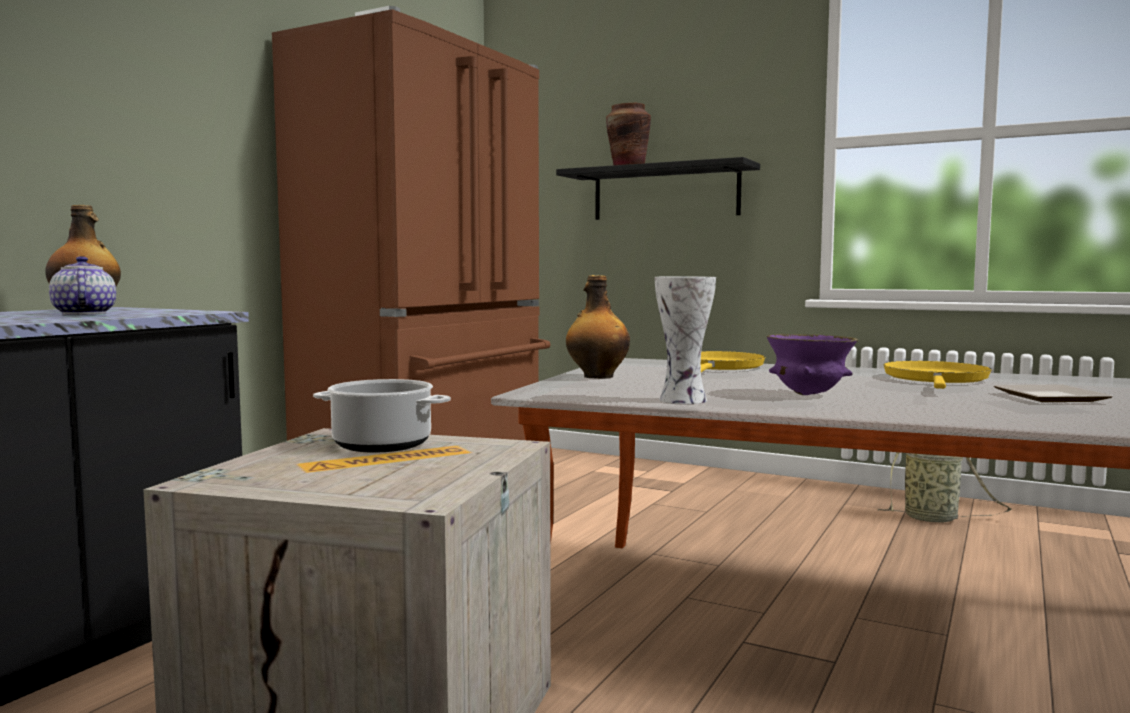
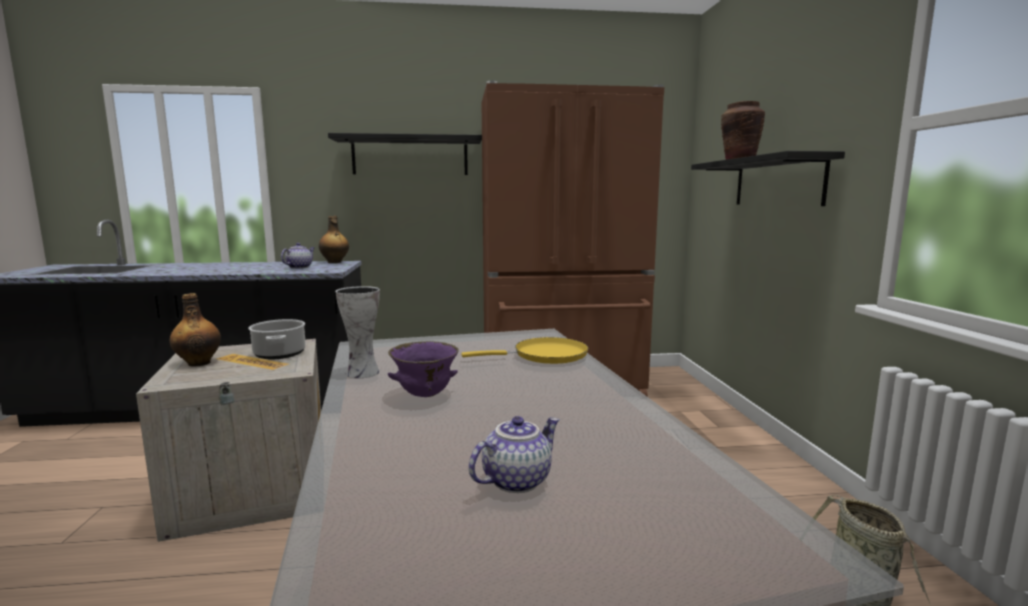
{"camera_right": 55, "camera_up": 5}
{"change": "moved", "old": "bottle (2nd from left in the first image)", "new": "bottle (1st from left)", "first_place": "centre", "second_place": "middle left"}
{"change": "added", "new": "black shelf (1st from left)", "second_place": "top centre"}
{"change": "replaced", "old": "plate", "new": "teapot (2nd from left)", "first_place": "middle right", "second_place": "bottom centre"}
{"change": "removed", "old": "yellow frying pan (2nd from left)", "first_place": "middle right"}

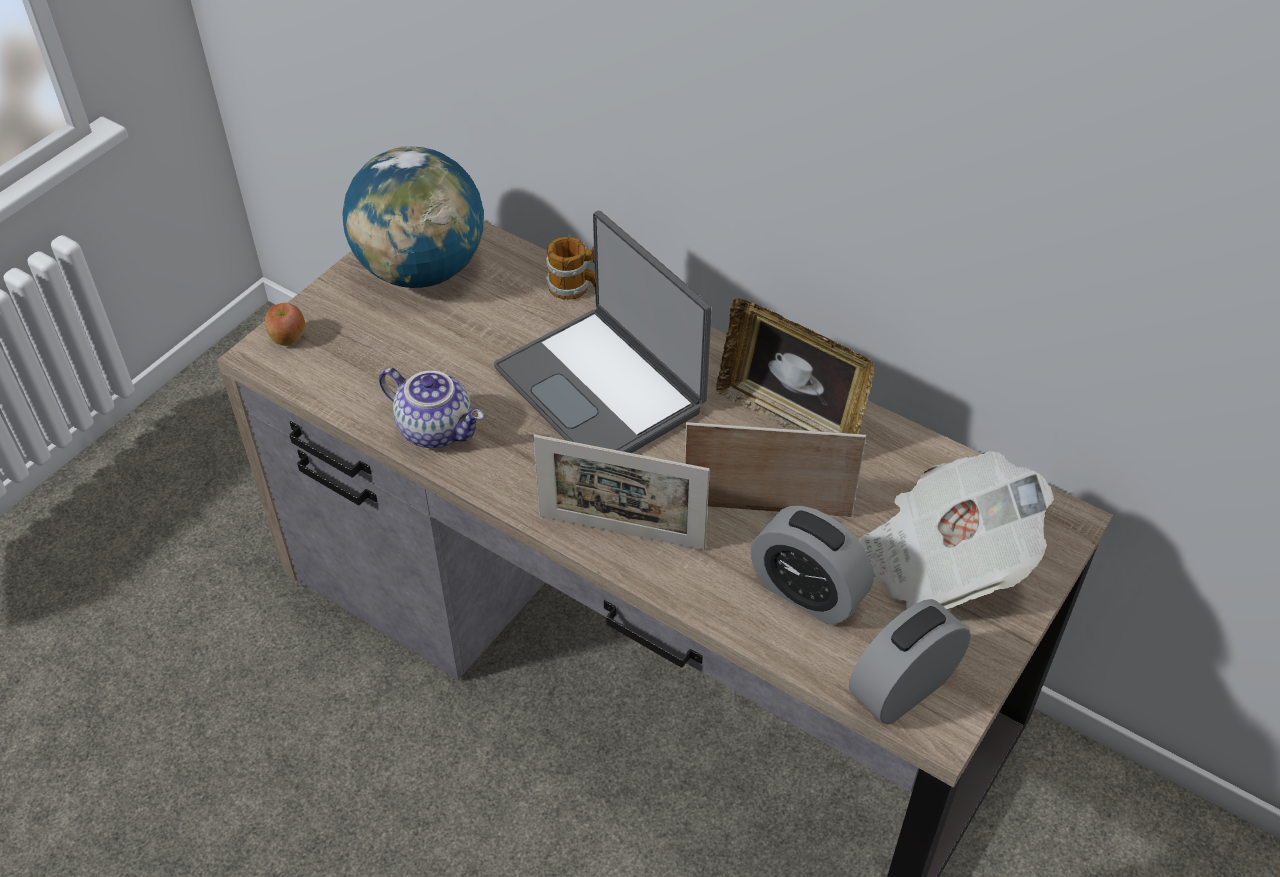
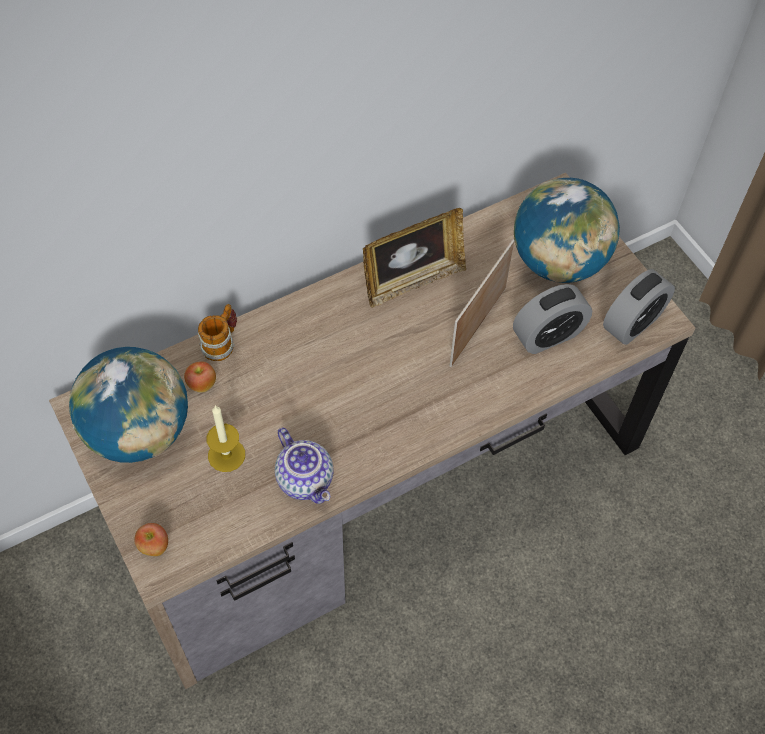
{"camera_right": -65, "camera_up": 10}
{"change": "added", "new": "apple (2nd from left)", "second_place": "middle left"}
{"change": "added", "new": "candle", "second_place": "middle left"}
{"change": "turned", "old": "teapot", "first_place": "centre", "second_place": "centre", "degrees": 90}
{"change": "replaced", "old": "newspaper", "new": "globe (2nd from left)", "first_place": "middle right", "second_place": "top right"}
{"change": "turned", "old": "alarm clock (2nd from left)", "first_place": "bottom right", "second_place": "middle right", "degrees": -120}
{"change": "removed", "old": "laptop", "first_place": "centre"}
{"change": "removed", "old": "picture frame (1st from left)", "first_place": "centre"}

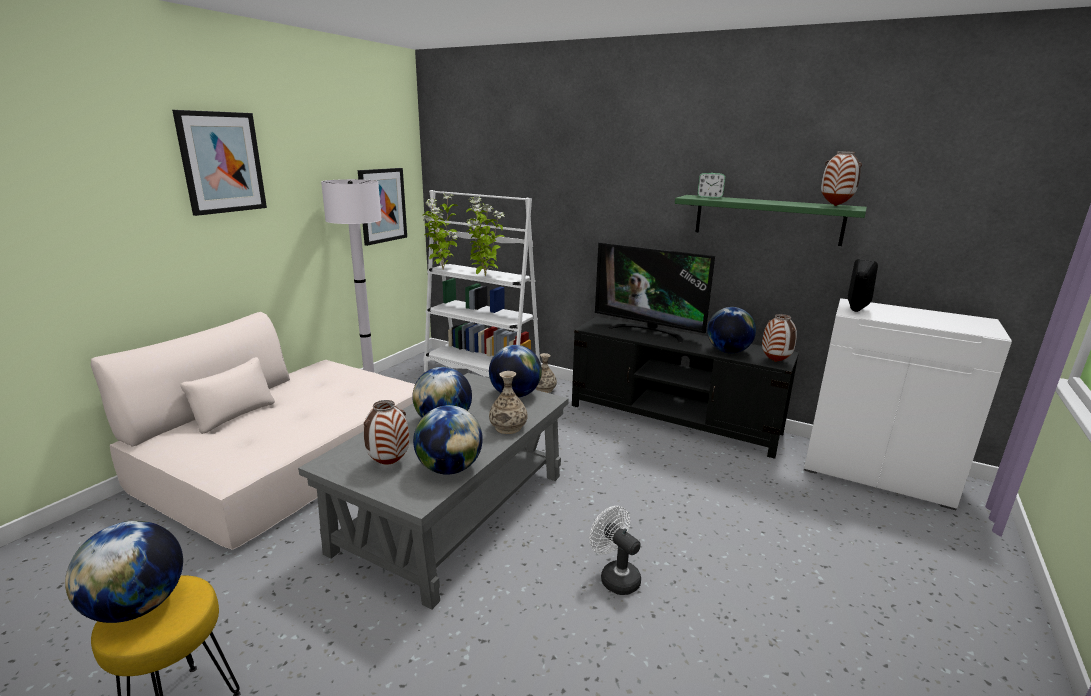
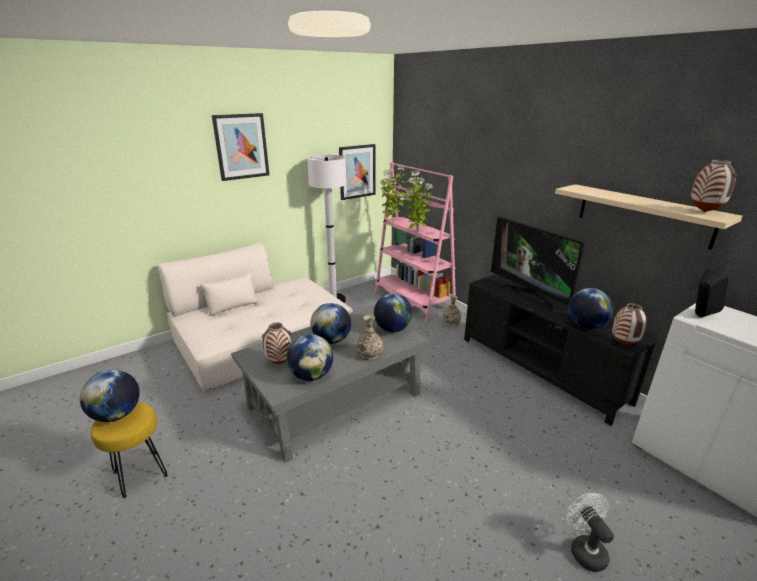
{"camera_right": 25, "camera_up": 5}
{"change": "recoloured", "old": "white bookcase", "new": "pink bookcase", "first_place": "centre", "second_place": "centre"}
{"change": "recoloured", "old": "green shelf", "new": "beige shelf", "first_place": "top right", "second_place": "middle right"}
{"change": "moved", "old": "white fan", "first_place": "bottom centre", "second_place": "bottom right"}
{"change": "removed", "old": "alarm clock", "first_place": "top centre"}

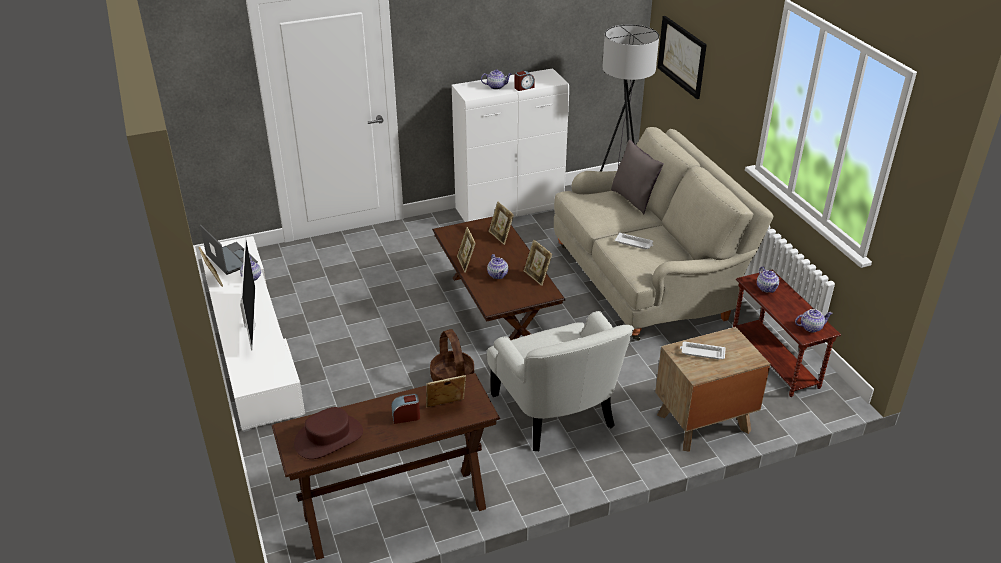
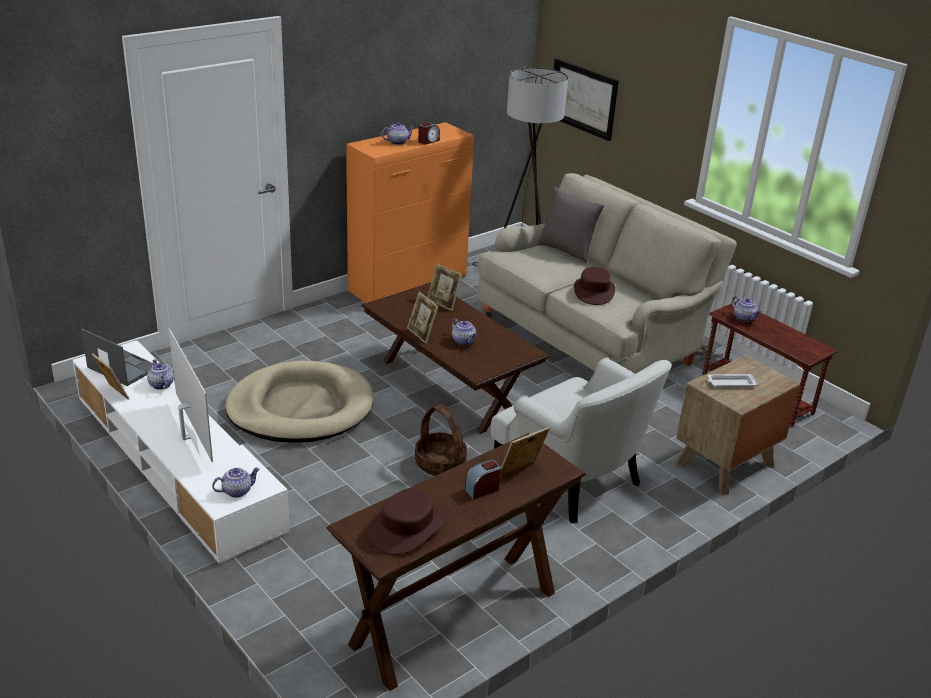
{"camera_right": -20, "camera_up": -5}
{"change": "moved", "old": "teapot (5th from left in the first image)", "new": "teapot (2nd from left)", "first_place": "middle right", "second_place": "bottom left"}
{"change": "added", "new": "beige dog bed", "second_place": "middle left"}
{"change": "recoloured", "old": "white cabinet", "new": "orange cabinet", "first_place": "top centre", "second_place": "top centre"}
{"change": "replaced", "old": "white tray (1st from left)", "new": "brown hat (2nd from left)", "first_place": "centre", "second_place": "centre"}
{"change": "removed", "old": "picture frame (5th from left)", "first_place": "centre"}

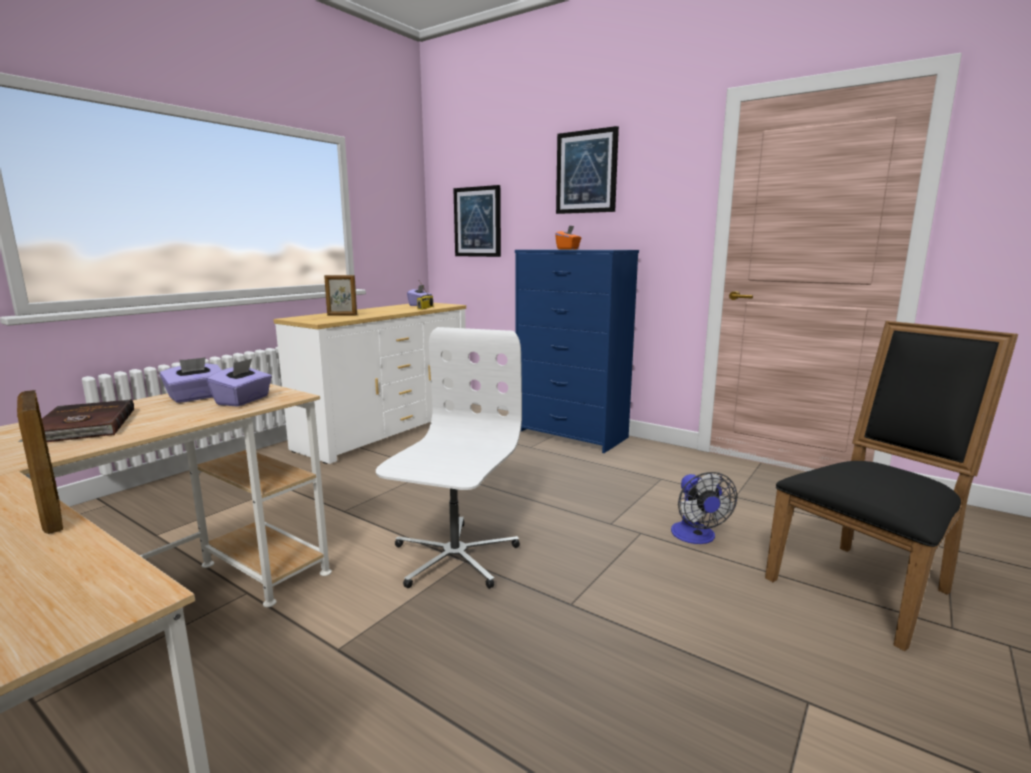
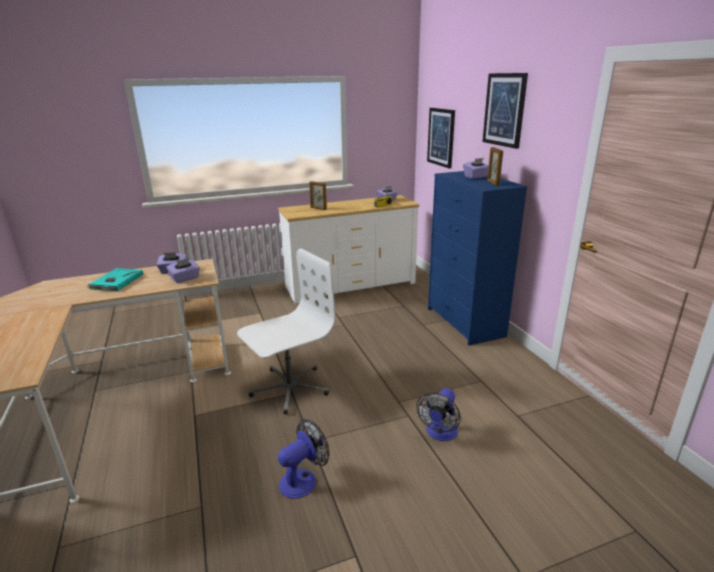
{"camera_right": 35, "camera_up": 10}
{"change": "recoloured", "old": "brown book", "new": "turquoise book", "first_place": "middle left", "second_place": "middle left"}
{"change": "added", "new": "fan (1st from left)", "second_place": "bottom centre"}
{"change": "recoloured", "old": "orange tissue box", "new": "purple tissue box (4th from left)", "first_place": "top centre", "second_place": "top centre"}
{"change": "moved", "old": "picture frame (1st from left in the first image)", "new": "picture frame (2nd from left)", "first_place": "middle left", "second_place": "top right"}
{"change": "removed", "old": "black chair", "first_place": "middle right"}

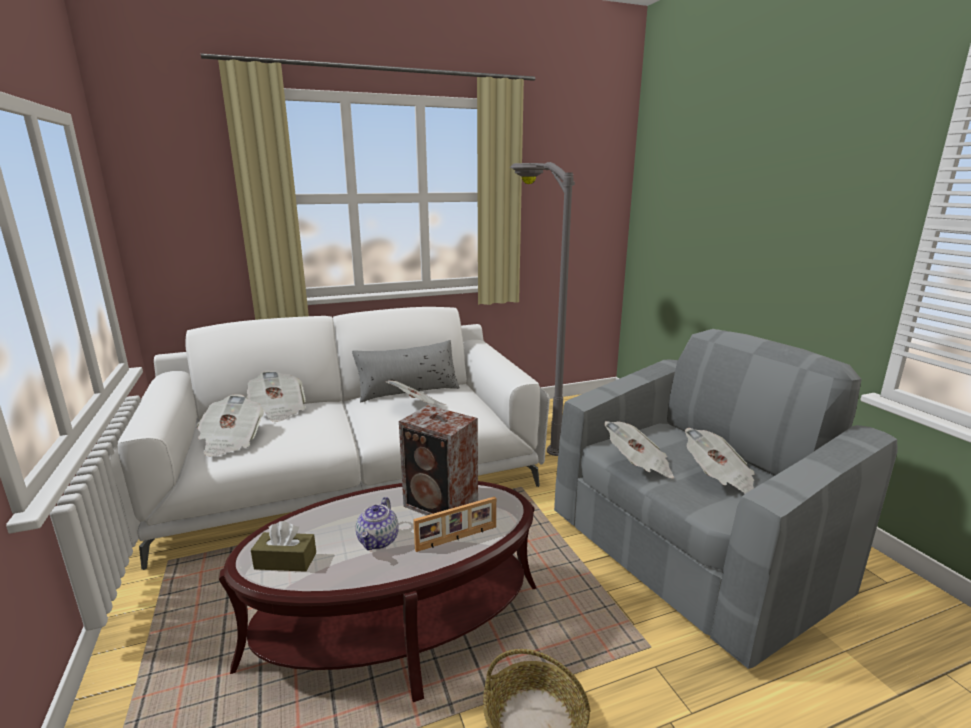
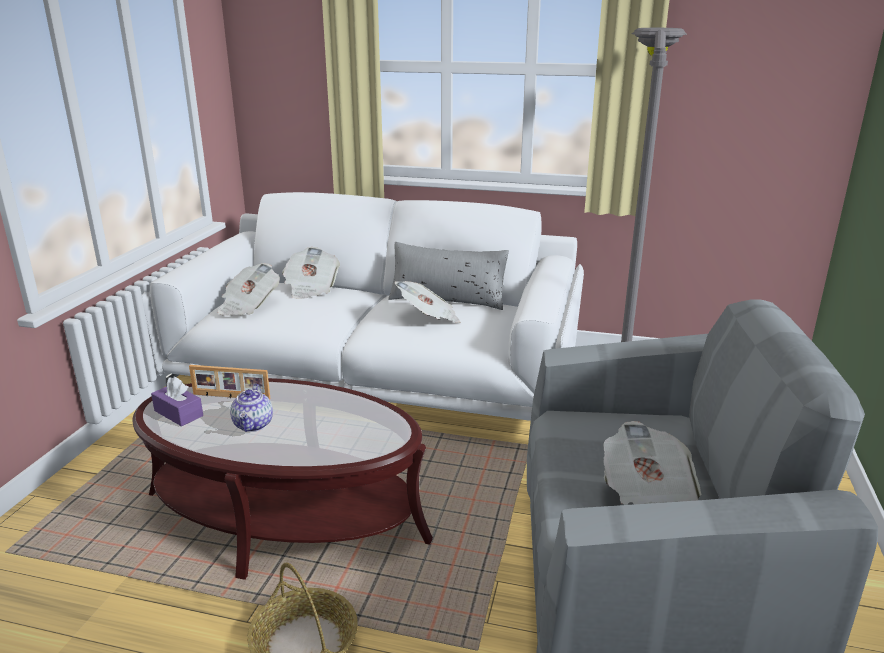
{"camera_right": 35, "camera_up": 5}
{"change": "recoloured", "old": "brown tissue box", "new": "purple tissue box", "first_place": "bottom left", "second_place": "middle left"}
{"change": "moved", "old": "picture frame", "first_place": "bottom centre", "second_place": "middle left"}
{"change": "turned", "old": "teapot", "first_place": "bottom centre", "second_place": "middle left", "degrees": -45}
{"change": "removed", "old": "speaker", "first_place": "centre"}
{"change": "removed", "old": "newspaper (4th from left)", "first_place": "centre"}

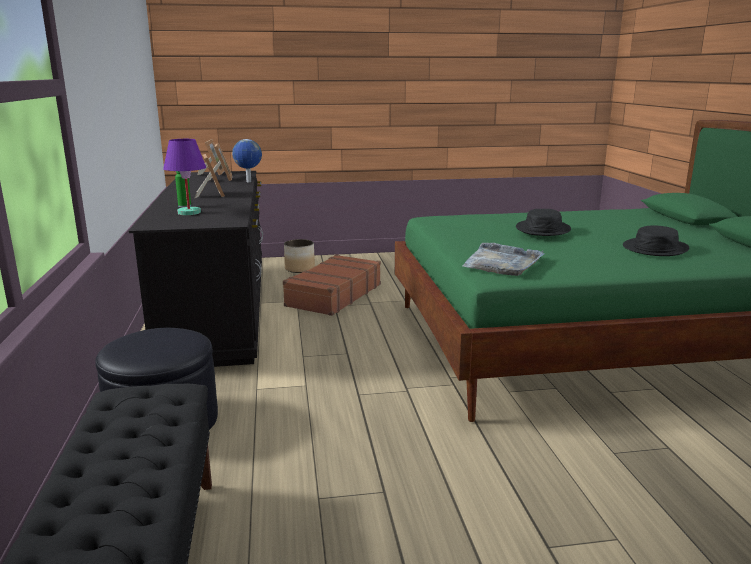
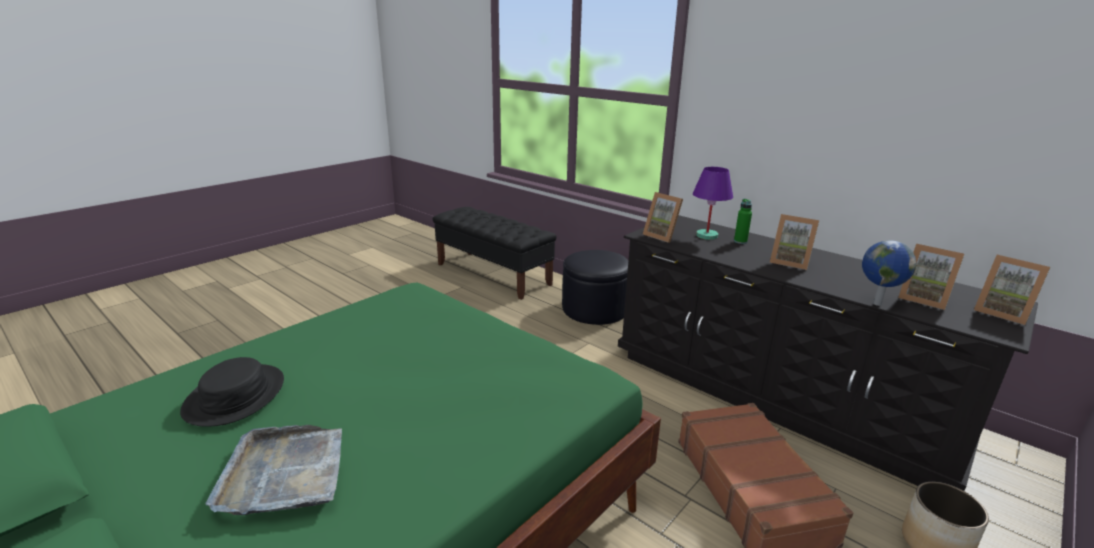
{"camera_right": 140, "camera_up": 5}
{"change": "moved", "old": "grey tray", "first_place": "middle right", "second_place": "bottom left"}
{"change": "added", "new": "picture frame (1st from left)", "second_place": "centre"}
{"change": "removed", "old": "black hat (1st from left)", "first_place": "middle right"}

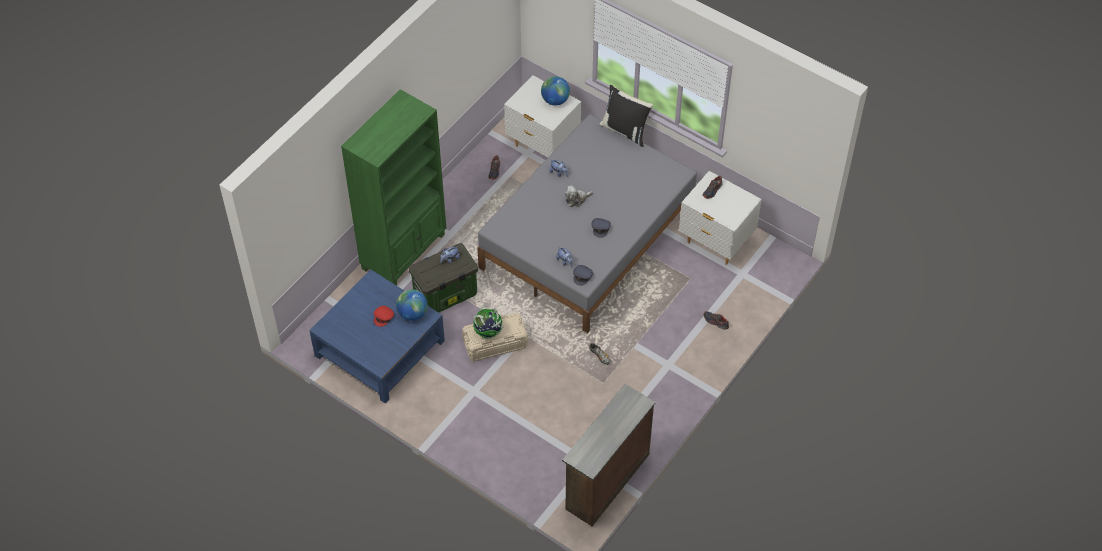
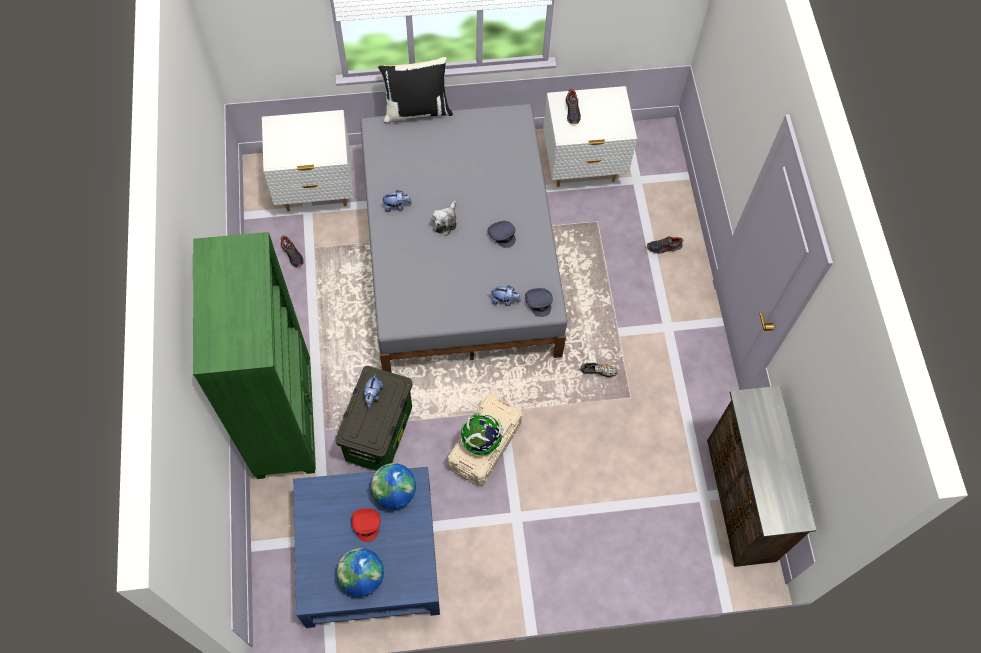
{"camera_right": -45, "camera_up": 10}
{"change": "moved", "old": "globe (3rd from left in the first image)", "new": "globe (1st from left)", "first_place": "top centre", "second_place": "bottom centre"}

